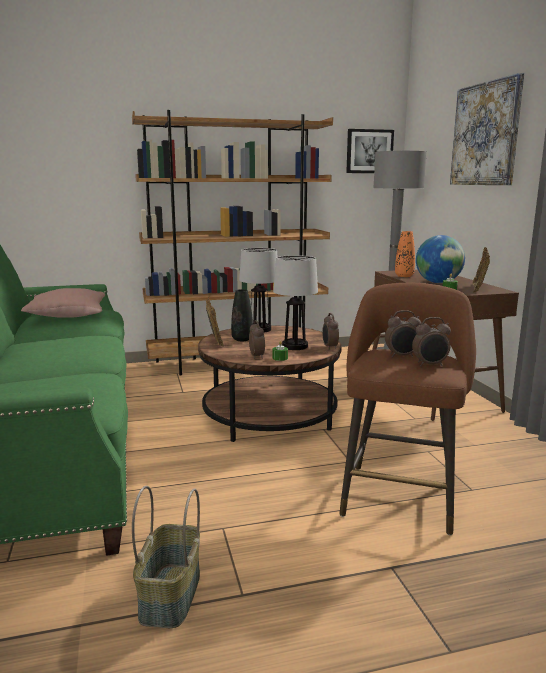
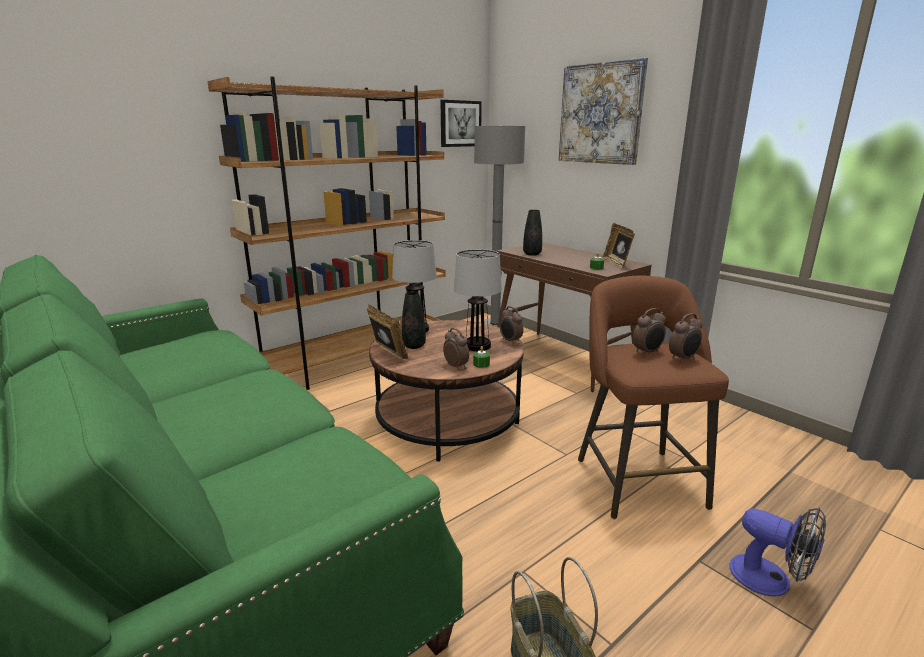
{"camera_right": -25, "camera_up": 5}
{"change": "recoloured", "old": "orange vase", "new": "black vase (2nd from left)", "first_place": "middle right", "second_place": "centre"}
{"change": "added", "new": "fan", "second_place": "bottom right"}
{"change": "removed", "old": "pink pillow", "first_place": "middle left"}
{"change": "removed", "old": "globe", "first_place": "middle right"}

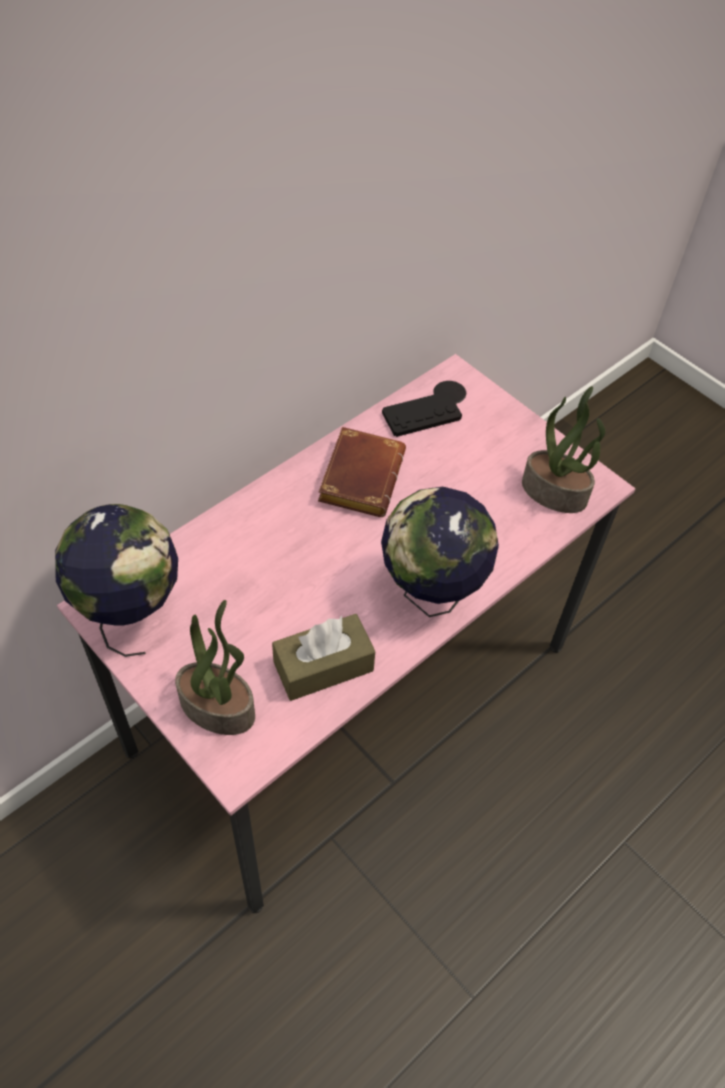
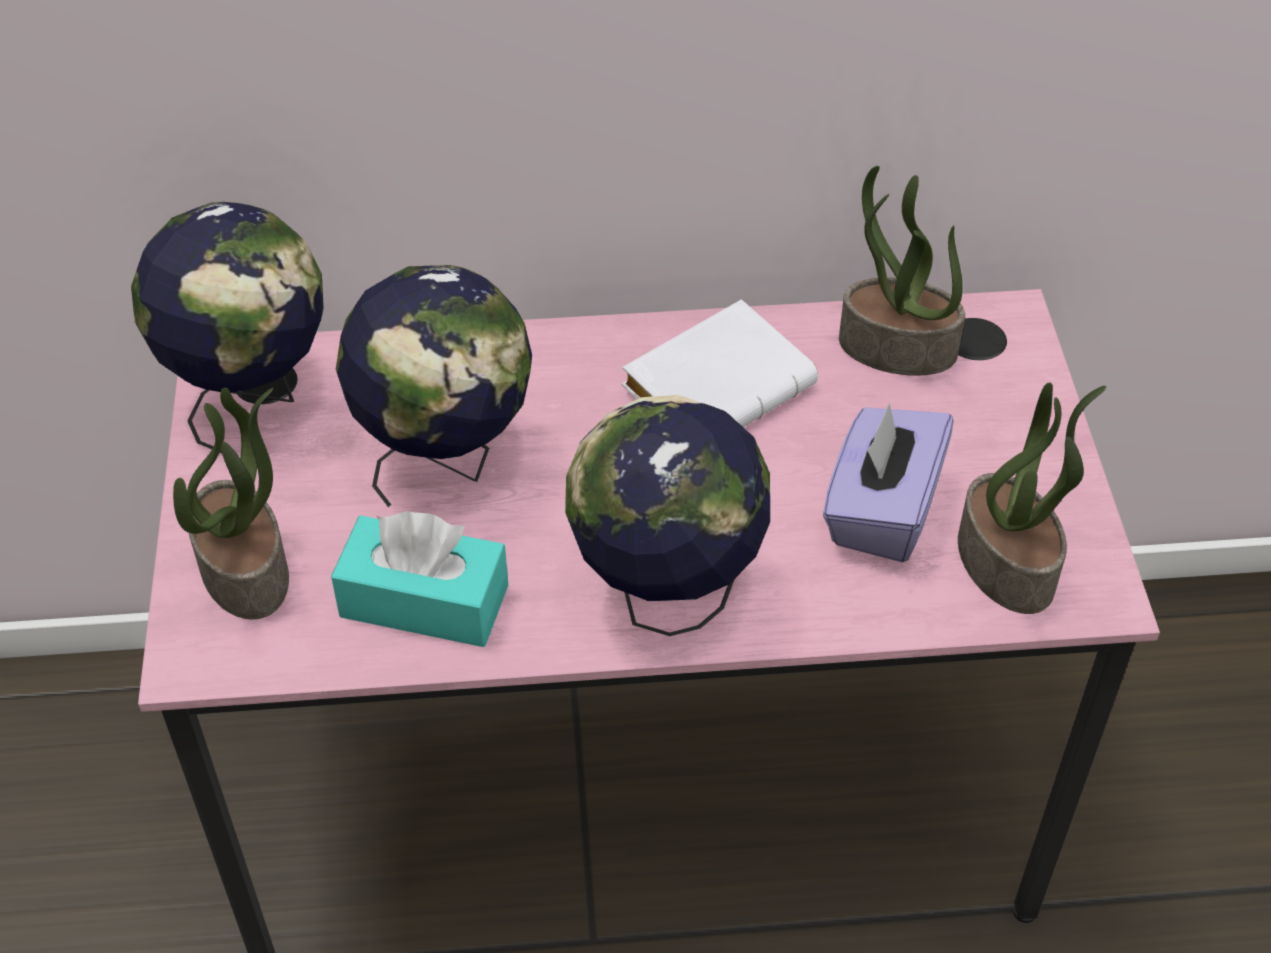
{"camera_right": 40, "camera_up": -5}
{"change": "recoloured", "old": "brown tissue box", "new": "turquoise tissue box", "first_place": "centre", "second_place": "middle left"}
{"change": "added", "new": "globe (2nd from left)", "second_place": "centre"}
{"change": "recoloured", "old": "brown book", "new": "white book", "first_place": "centre", "second_place": "centre"}
{"change": "added", "new": "purple tissue box", "second_place": "middle right"}
{"change": "replaced", "old": "black game controller", "new": "potted plant (2nd from left)", "first_place": "centre", "second_place": "top right"}

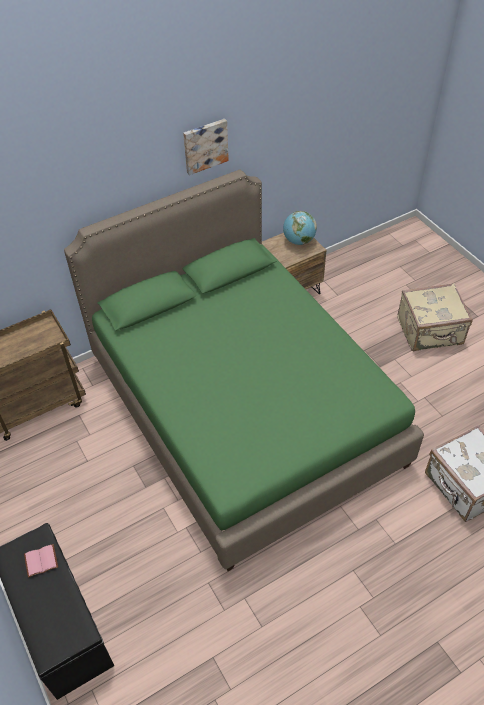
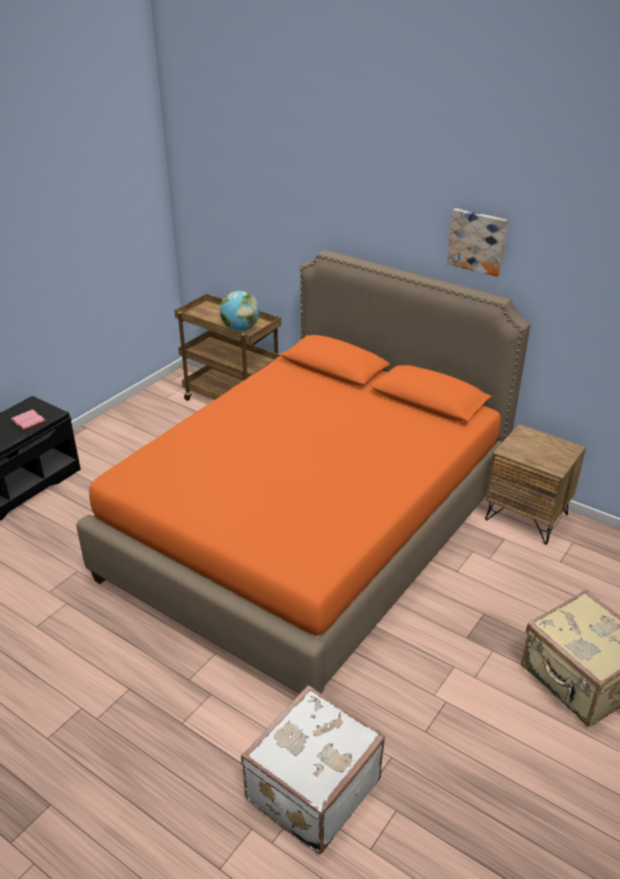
{"camera_right": 65, "camera_up": -15}
{"change": "recoloured", "old": "green bed", "new": "orange bed", "first_place": "centre", "second_place": "centre"}
{"change": "moved", "old": "globe", "first_place": "top centre", "second_place": "centre"}

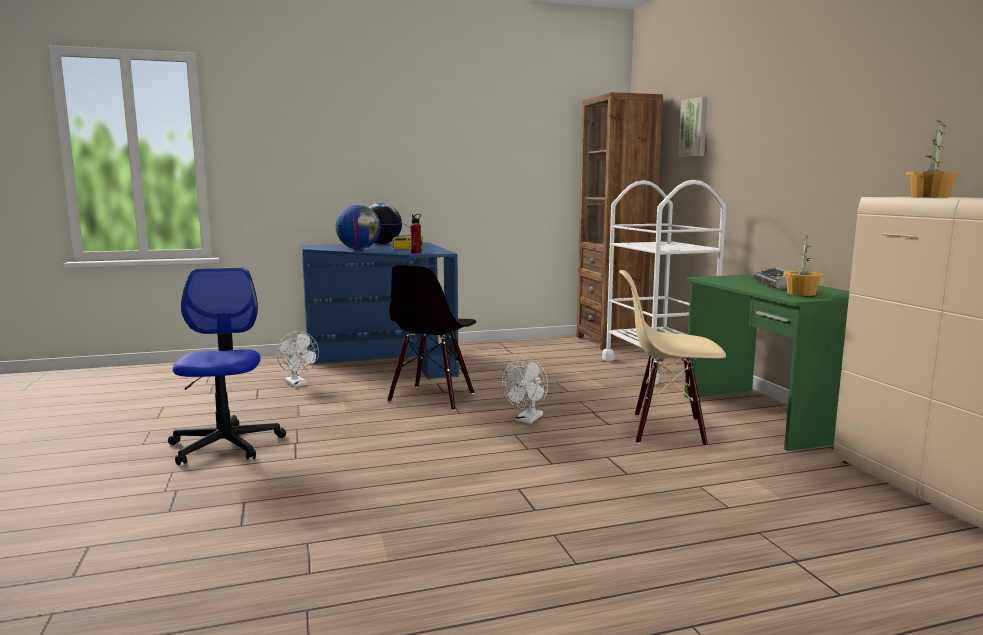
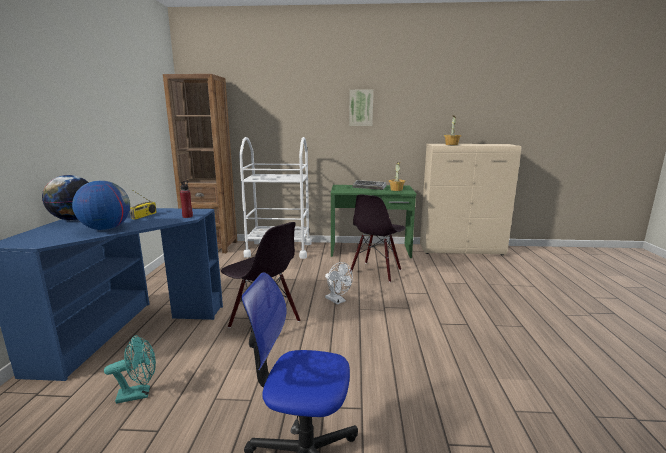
{"camera_right": -70, "camera_up": 5}
{"change": "recoloured", "old": "white fan (1st from left)", "new": "turquoise fan", "first_place": "middle left", "second_place": "bottom left"}
{"change": "moved", "old": "picture", "first_place": "top right", "second_place": "top centre"}
{"change": "recoloured", "old": "beige chair", "new": "black chair (2nd from left)", "first_place": "middle right", "second_place": "centre"}

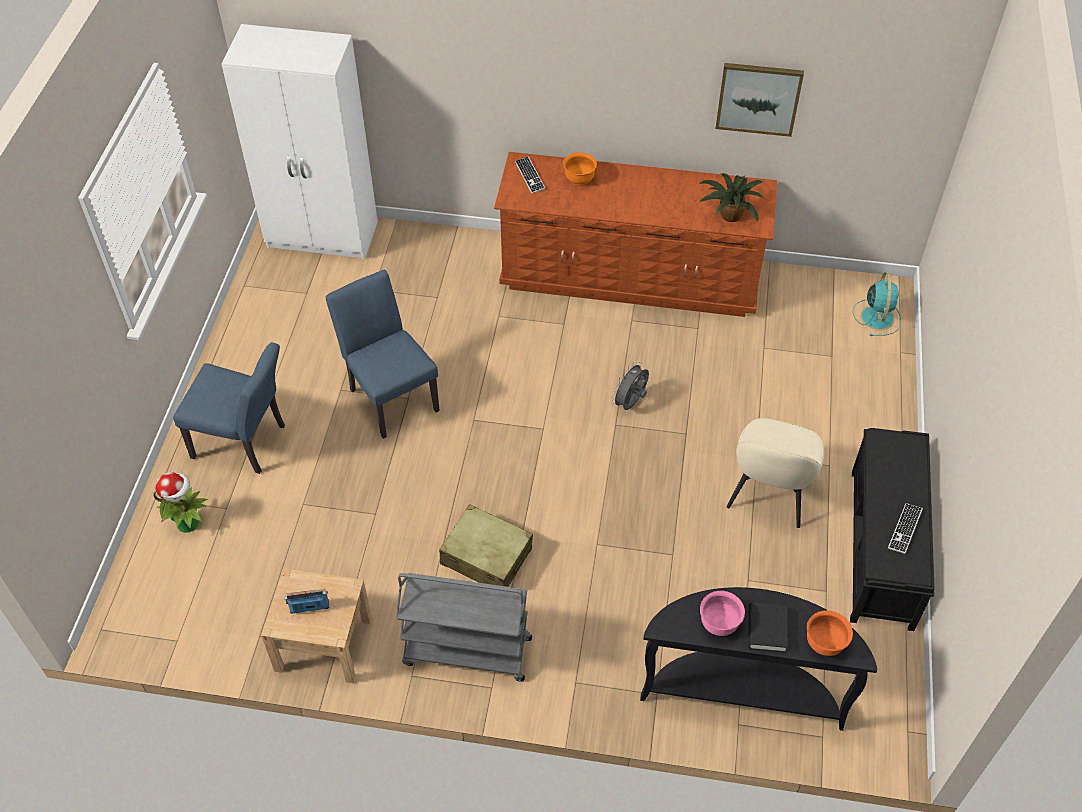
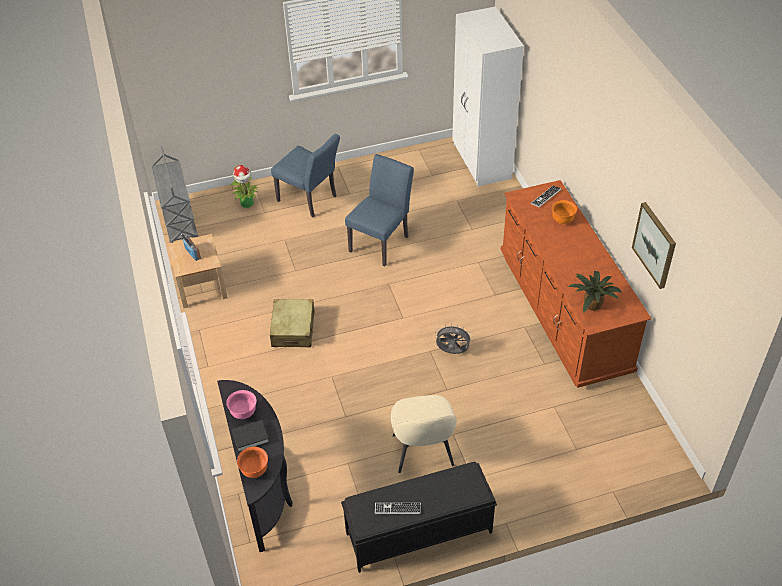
{"camera_right": 65, "camera_up": -5}
{"change": "moved", "old": "grey cart", "first_place": "bottom centre", "second_place": "top left"}
{"change": "turned", "old": "blue chair (1st from left)", "first_place": "middle left", "second_place": "top centre", "degrees": -45}
{"change": "turned", "old": "beige chair", "first_place": "middle right", "second_place": "bottom centre", "degrees": -90}
{"change": "removed", "old": "turquoise fan", "first_place": "middle right"}

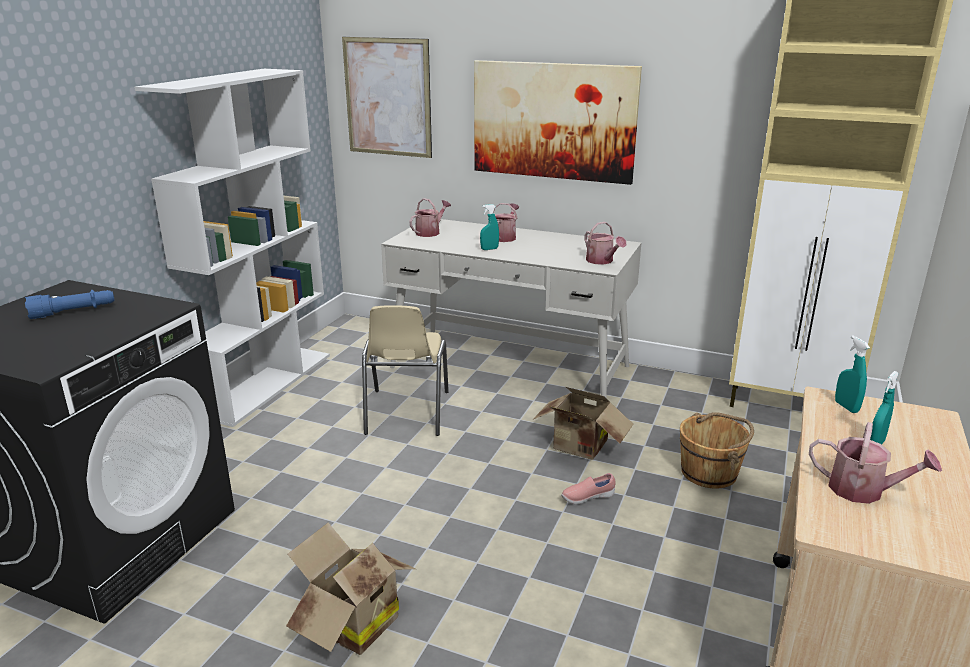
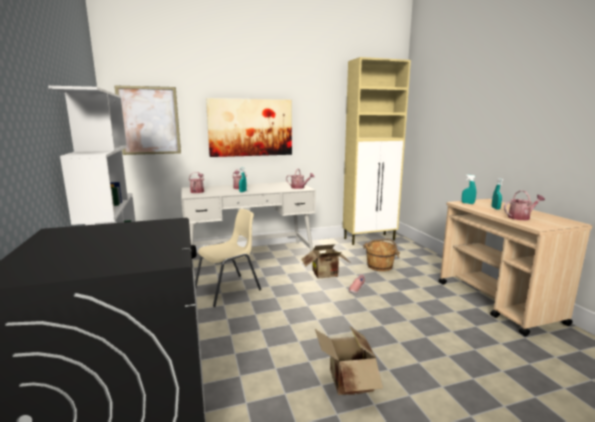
{"camera_right": -40, "camera_up": -10}
{"change": "turned", "old": "beige chair", "first_place": "centre", "second_place": "centre", "degrees": -90}
{"change": "removed", "old": "blue flashlight", "first_place": "middle left"}

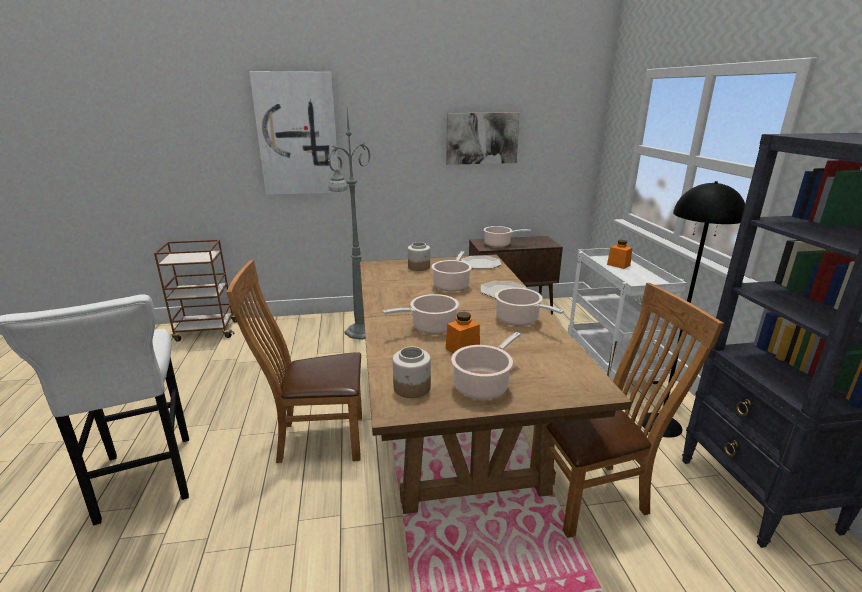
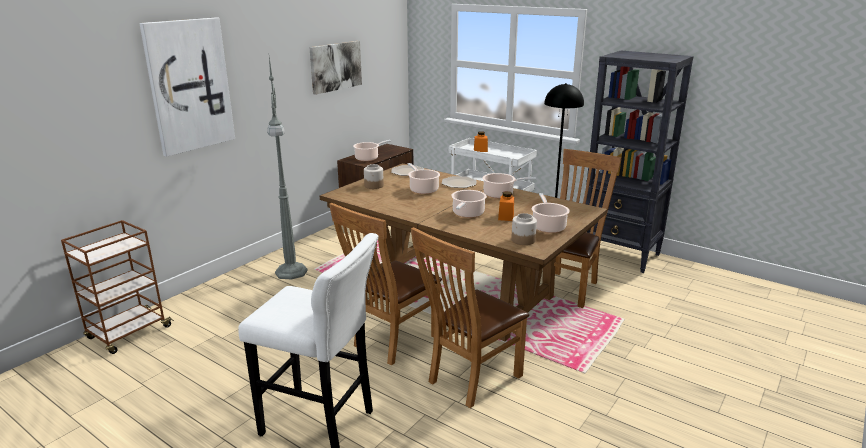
{"camera_right": -45, "camera_up": 0}
{"change": "added", "new": "brown chair (2nd from left)", "second_place": "bottom centre"}

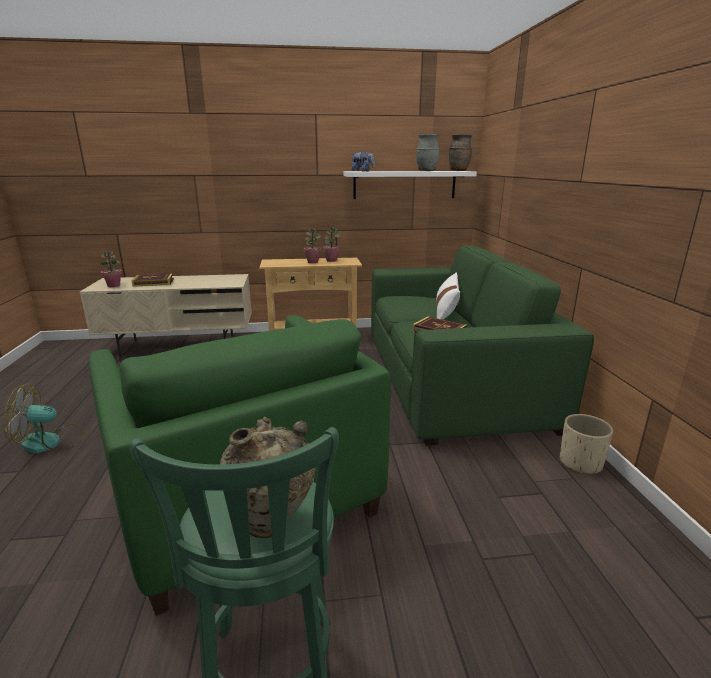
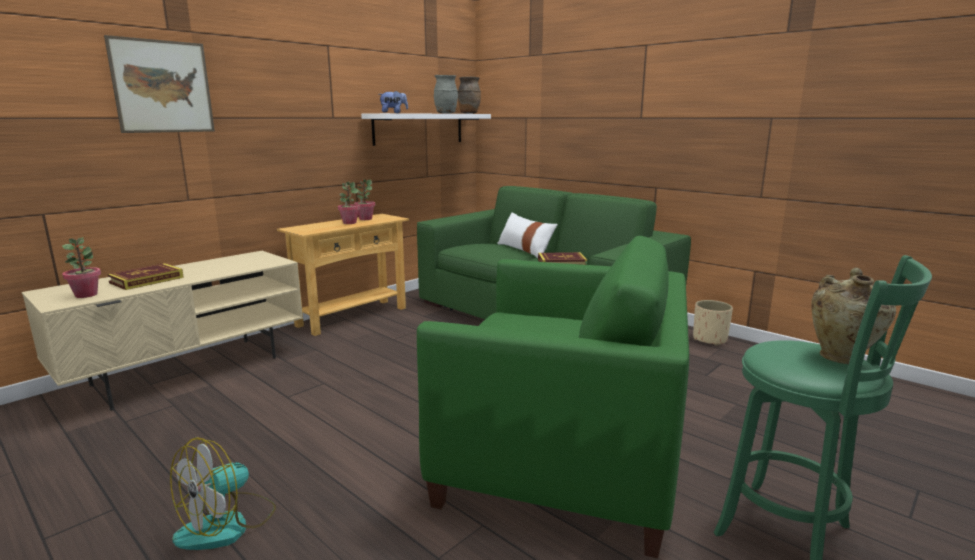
{"camera_right": -40, "camera_up": -5}
{"change": "added", "new": "picture", "second_place": "top left"}

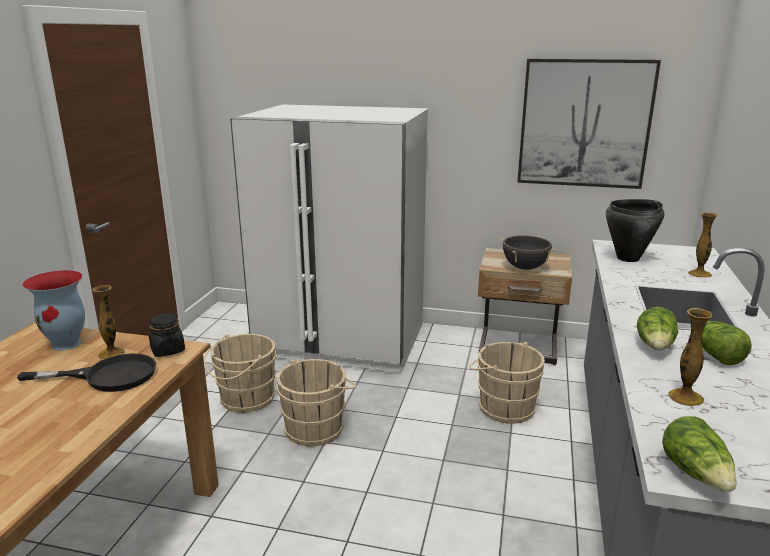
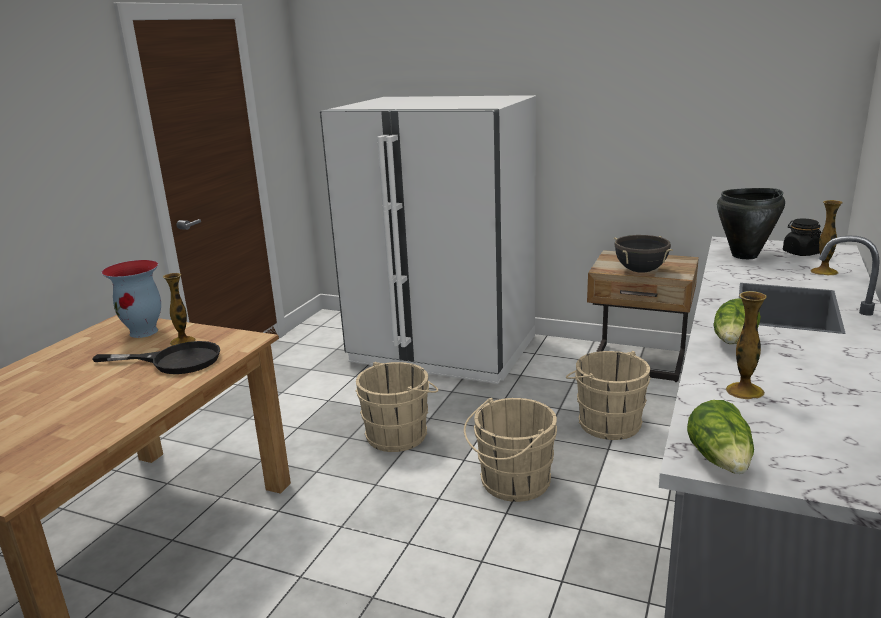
{"camera_right": 10, "camera_up": 0}
{"change": "moved", "old": "beige bucket (1st from left in the first image)", "new": "beige bucket (2nd from left)", "first_place": "bottom left", "second_place": "bottom centre"}
{"change": "moved", "old": "black jar", "first_place": "middle left", "second_place": "middle right"}
{"change": "removed", "old": "picture", "first_place": "top right"}
{"change": "removed", "old": "lettuce (3rd from left)", "first_place": "middle right"}

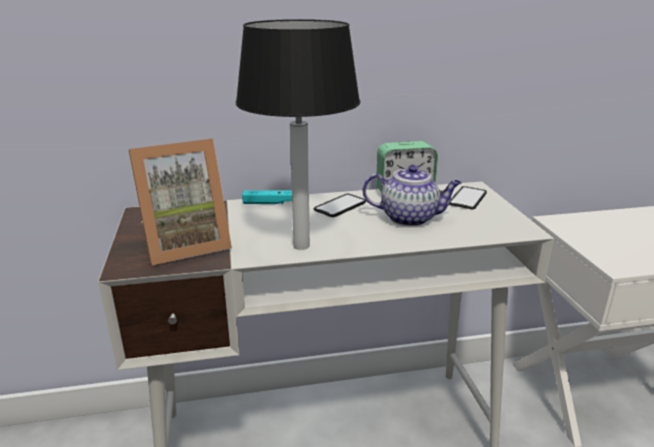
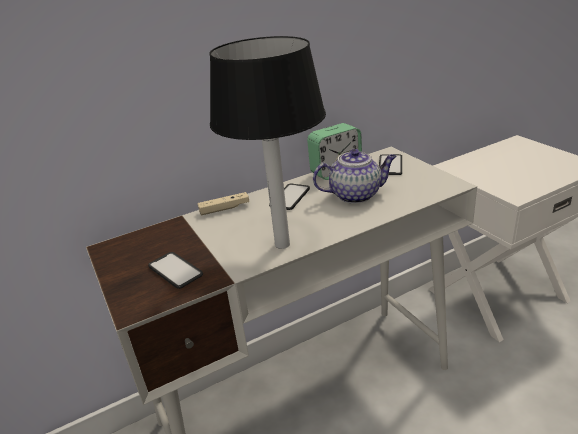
{"camera_right": -15, "camera_up": 5}
{"change": "replaced", "old": "picture frame", "new": "phone (1st from left)", "first_place": "middle left", "second_place": "middle left"}
{"change": "recoloured", "old": "turquoise game controller", "new": "beige game controller", "first_place": "centre", "second_place": "centre"}

